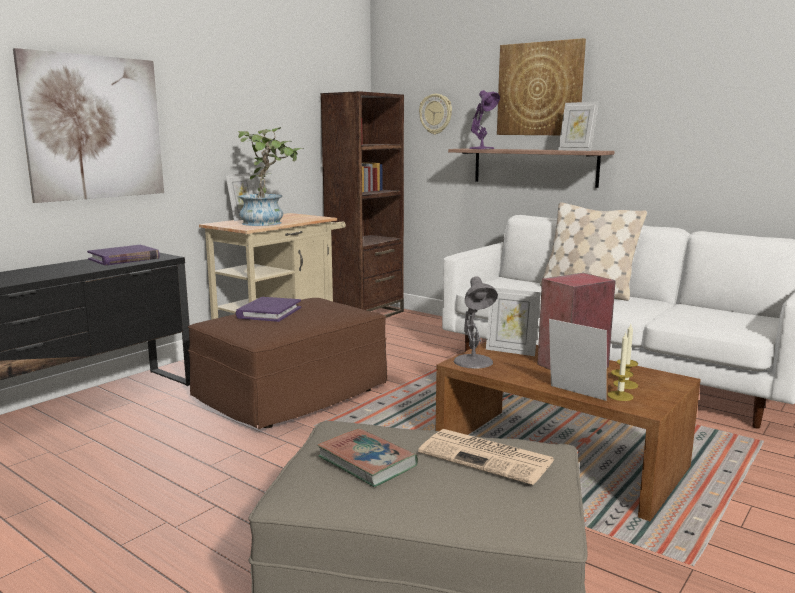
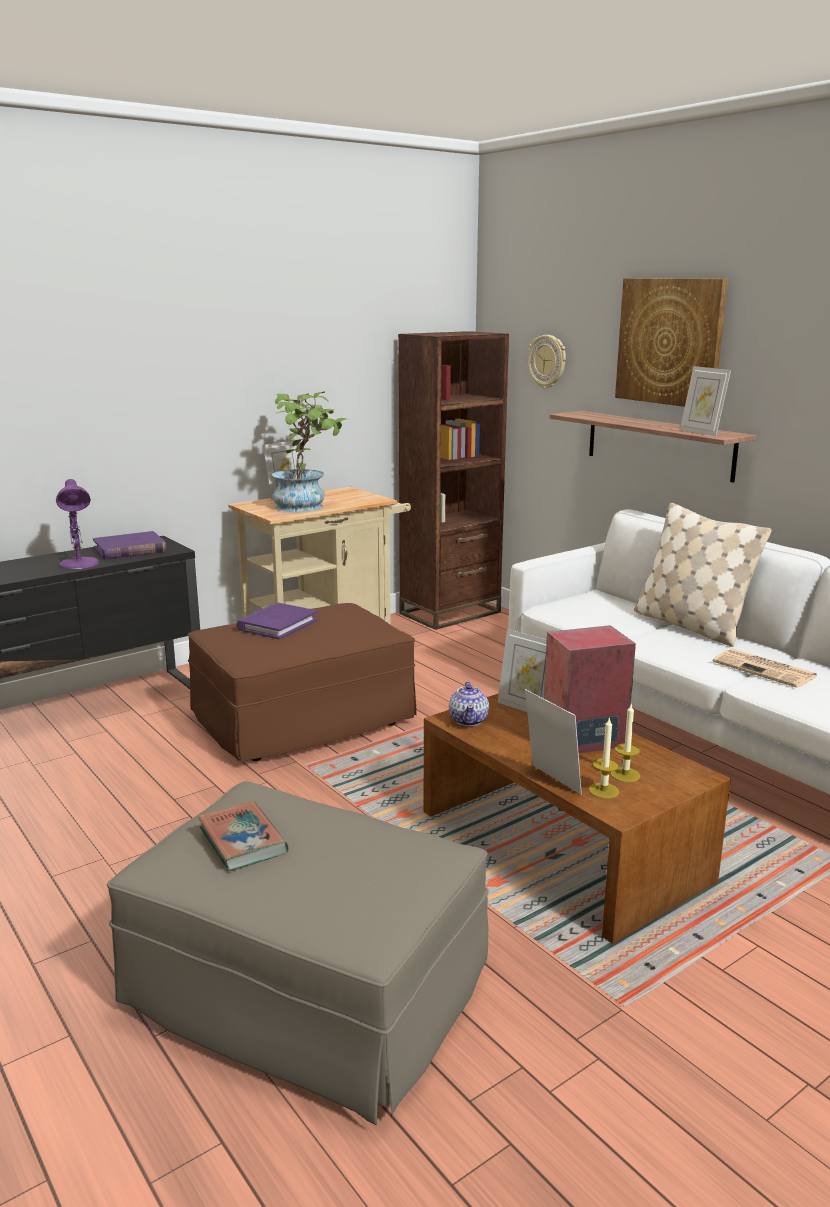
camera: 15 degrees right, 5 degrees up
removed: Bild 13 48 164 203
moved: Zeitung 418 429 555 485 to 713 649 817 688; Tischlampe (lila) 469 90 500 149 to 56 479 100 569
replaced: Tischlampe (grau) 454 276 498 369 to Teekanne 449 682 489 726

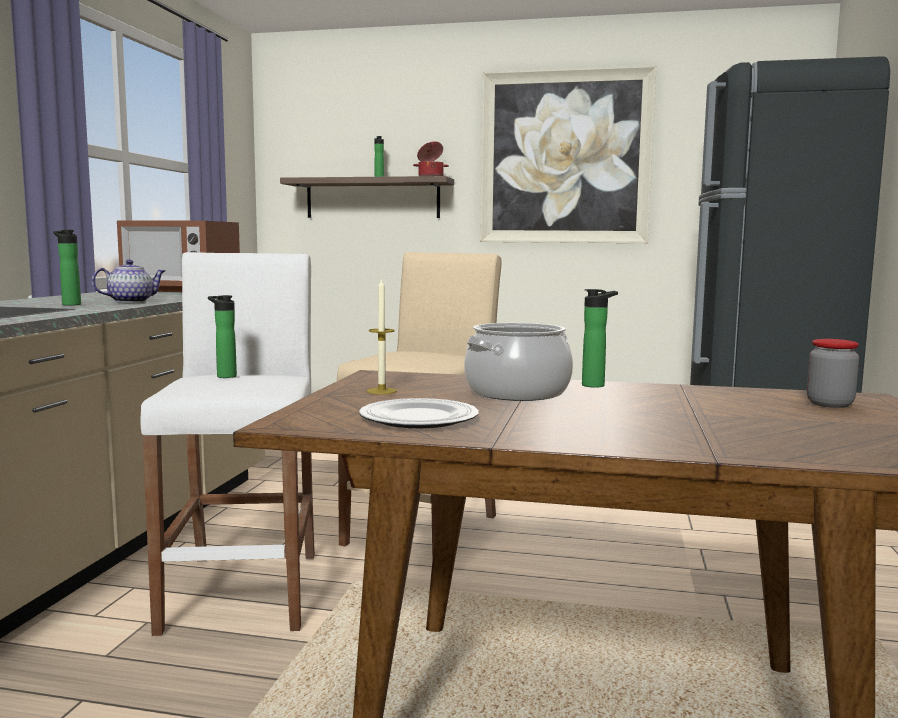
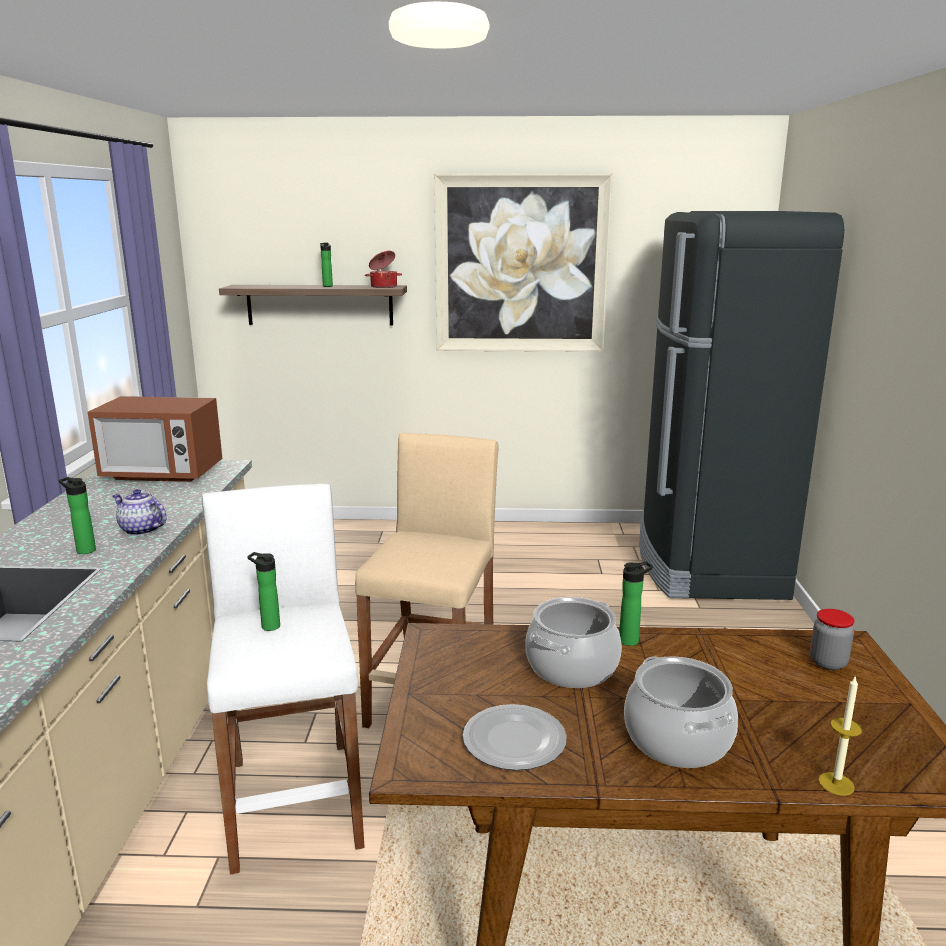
camera: 10 degrees left, 10 degrees up
added: Kochtopf 624 656 738 768
moved: Kerze 367 277 397 394 to 818 677 862 796
turned: Teekanne 92 260 165 303 = 112 489 166 536 105 degrees counterclockwise

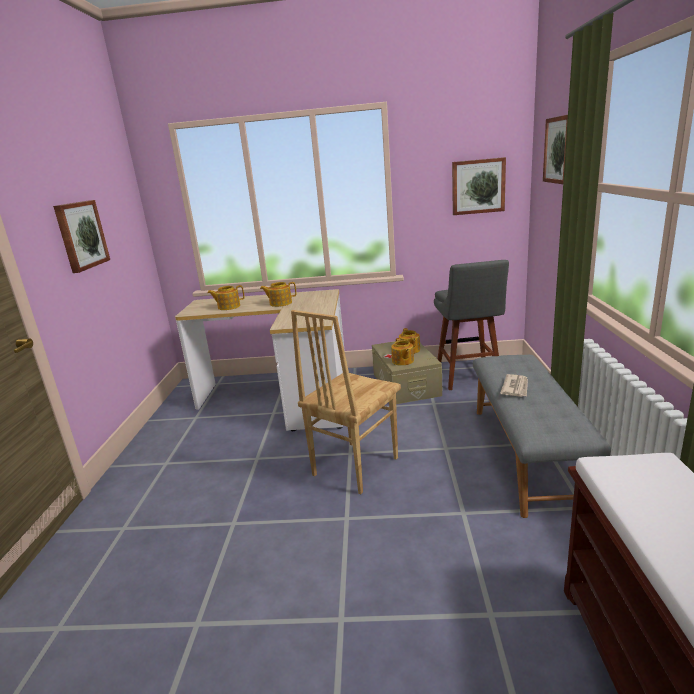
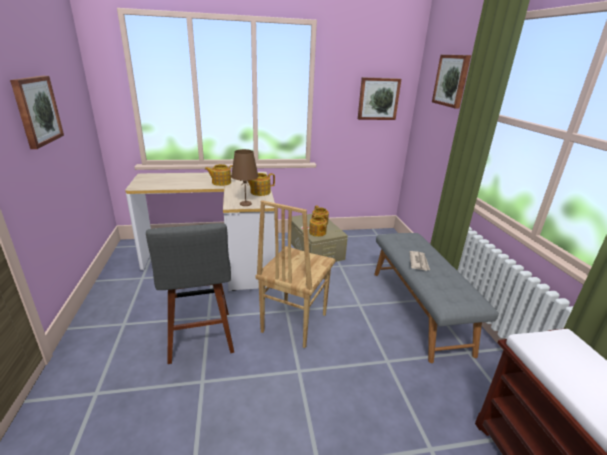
camera: 15 degrees left, 5 degrees up
added: Tischlampe (braun) 231 149 259 206
moved: Teekanne 208 285 244 310 to 248 173 275 196; Hocker (grau) 434 260 509 390 to 146 223 234 364

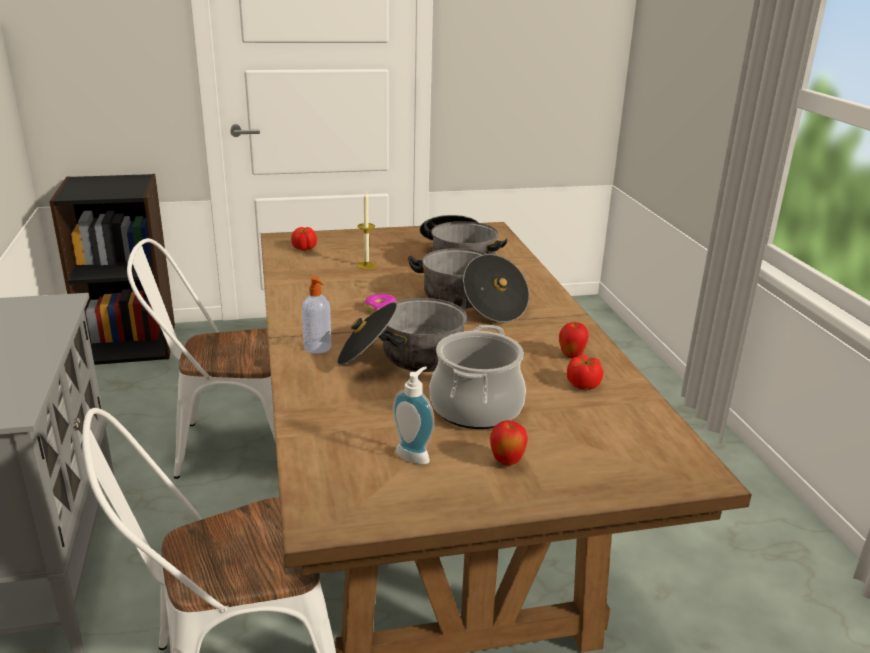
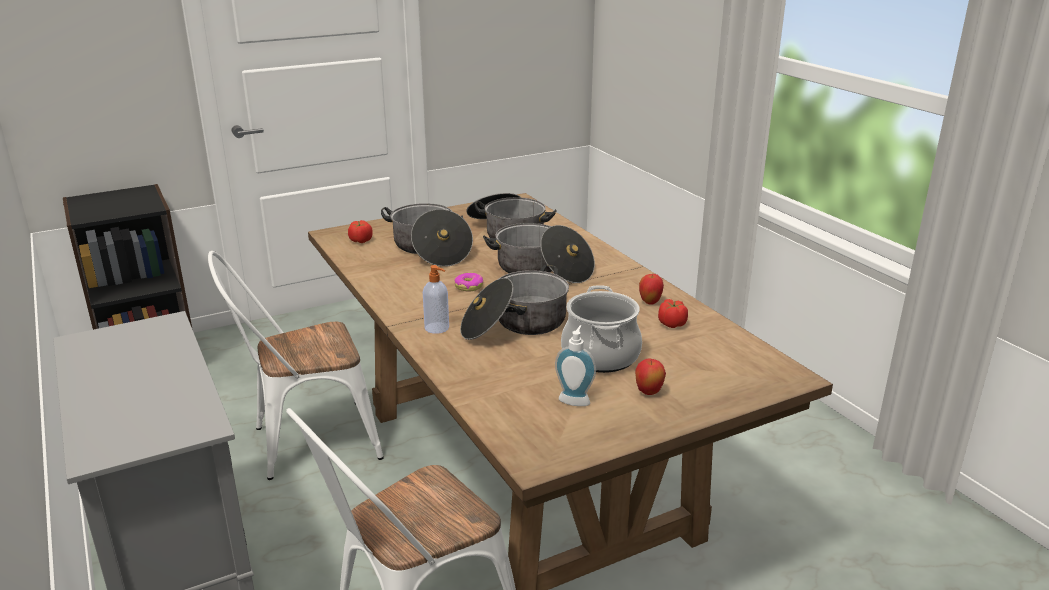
camera: 15 degrees left, 0 degrees up
replaced: Kerze 357 192 377 270 to Kochtopf 381 203 473 267

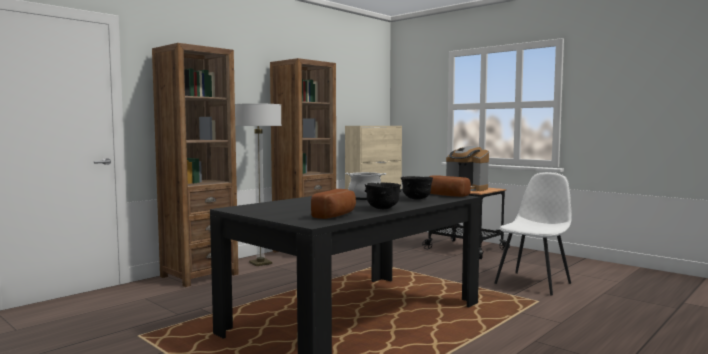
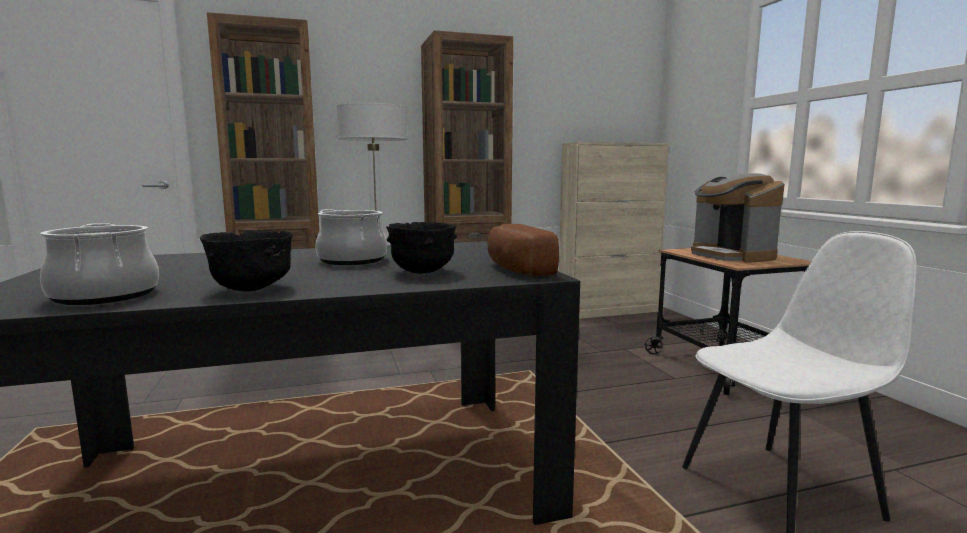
camera: 30 degrees right, 5 degrees up
replaced: Brot 311 189 356 219 to Kochtopf 40 223 159 305

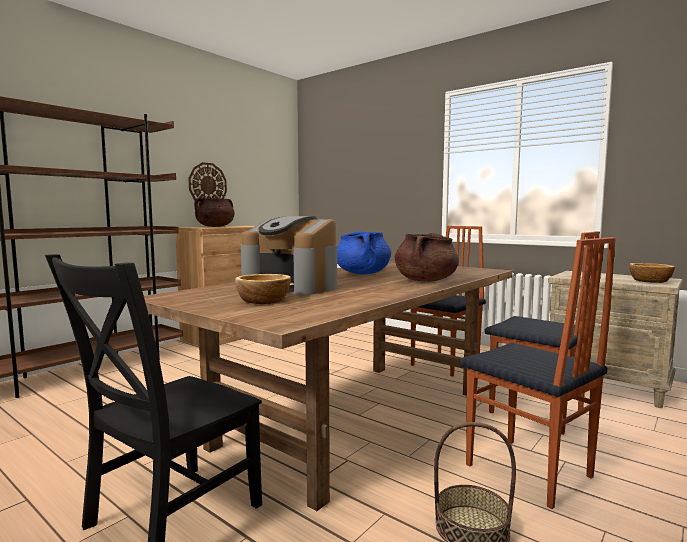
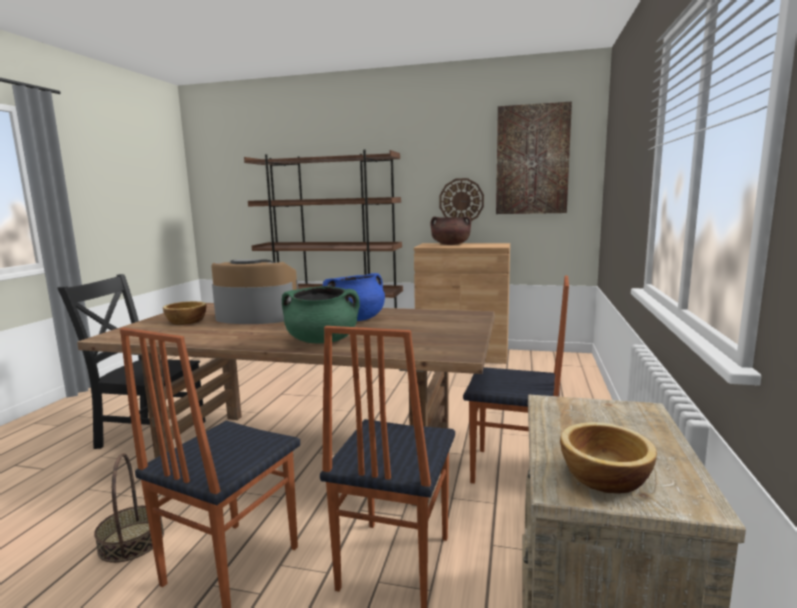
camera: 65 degrees right, 5 degrees up
added: Bild 496 101 572 214
recoloured: Kochtopf (braun) 395 233 459 282 to Kochtopf (grün) 282 286 360 343
turned: Kaffeemaschine 241 216 337 295 = 211 259 298 324 90 degrees clockwise

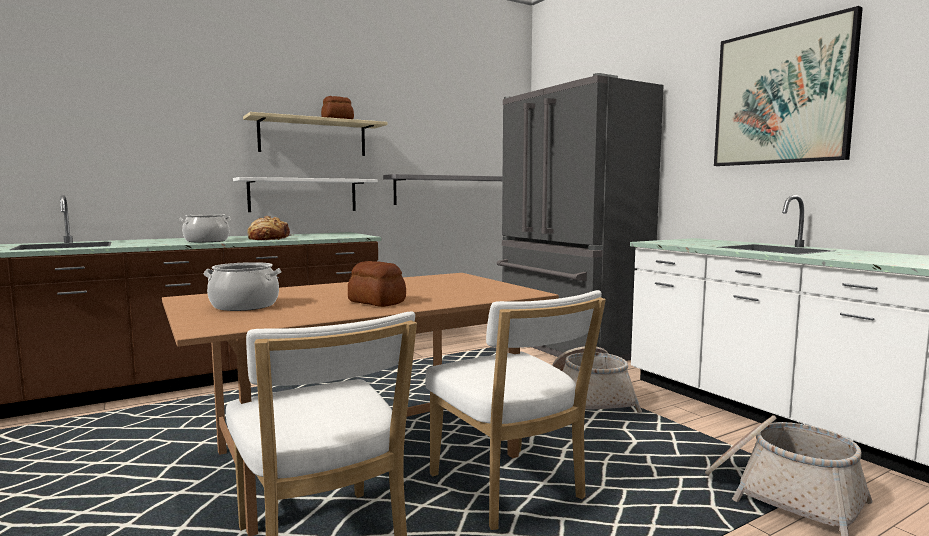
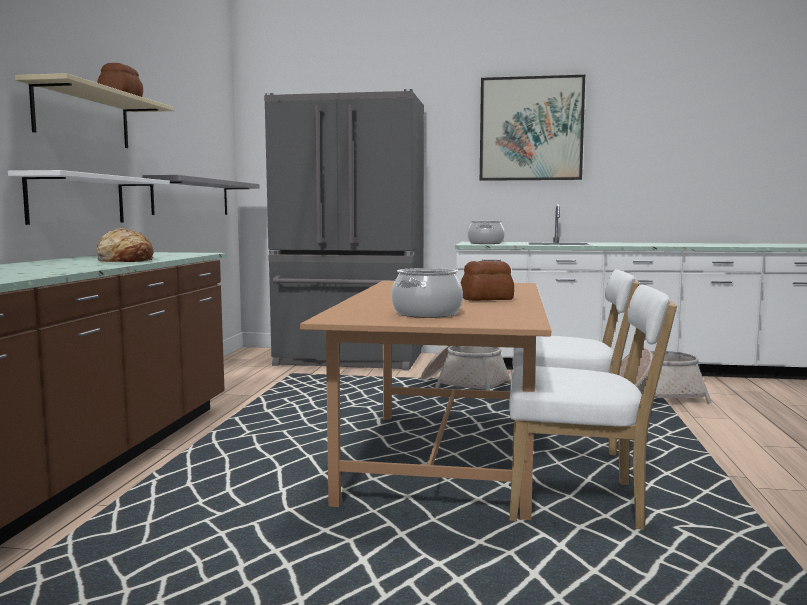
camera: 50 degrees left, 0 degrees up
moved: Kochtopf 179 214 231 242 to 468 221 505 244

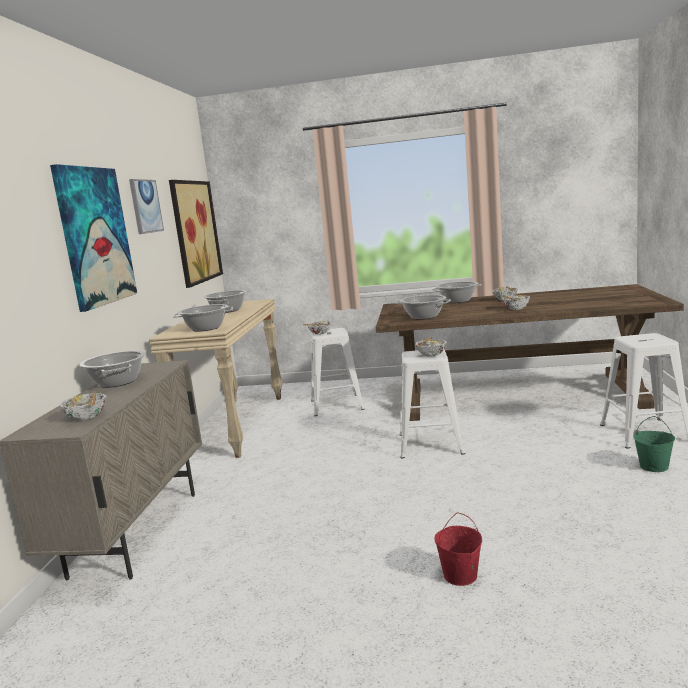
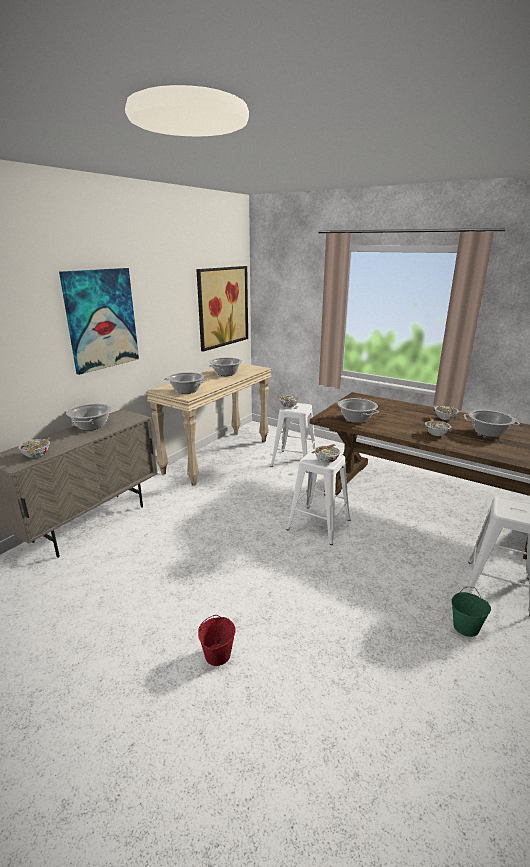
camera: 25 degrees right, 10 degrees up
removed: Bild 129 179 164 234
moved: Kochtopf 432 281 482 303 to 464 410 520 437

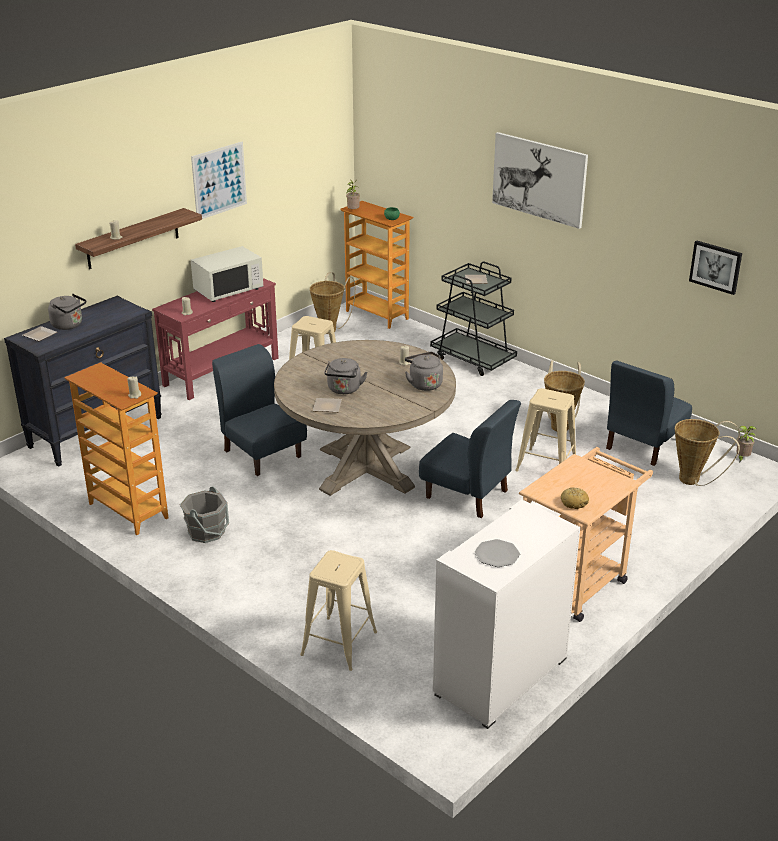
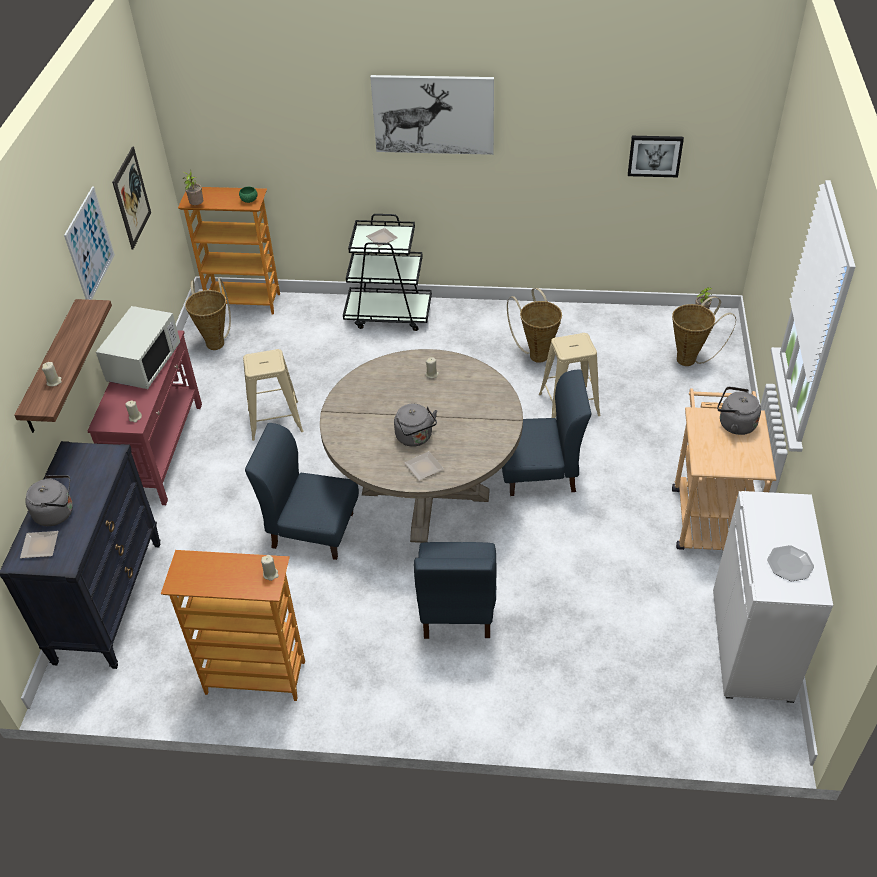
camera: 35 degrees left, 15 degrees up
removed: Eimer (grau) 180 486 229 543; Hocker (beige) 300 550 377 671; Brot 561 488 589 509
added: Bild 112 146 151 250
moved: Wasserkessel (grau) 405 352 443 391 to 717 386 761 435; Stuhl (blau) 606 360 692 466 to 414 542 497 639

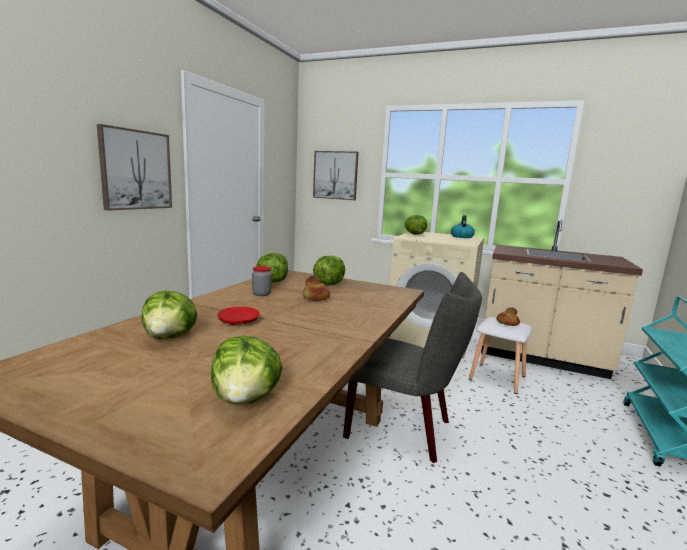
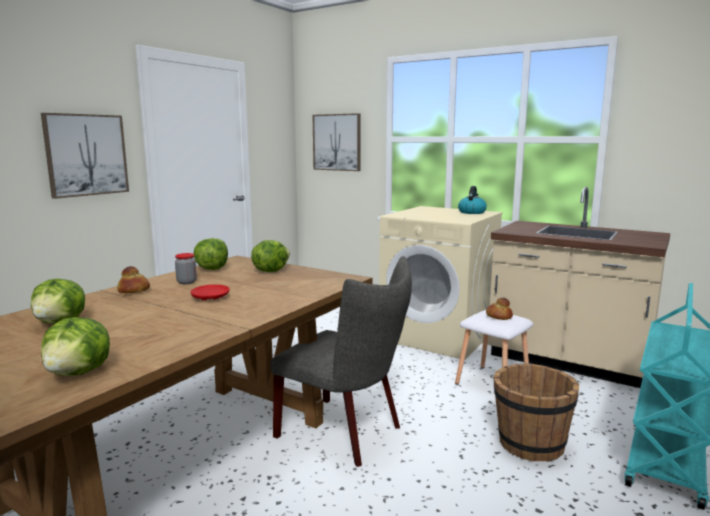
camera: 10 degrees right, 0 degrees up
removed: Salatkopf 405 215 427 235
added: Eimer (braun) 493 364 579 462
moved: Teller (rot) 217 307 260 325 to 190 284 230 300; Brot 302 276 330 301 to 117 266 150 293

